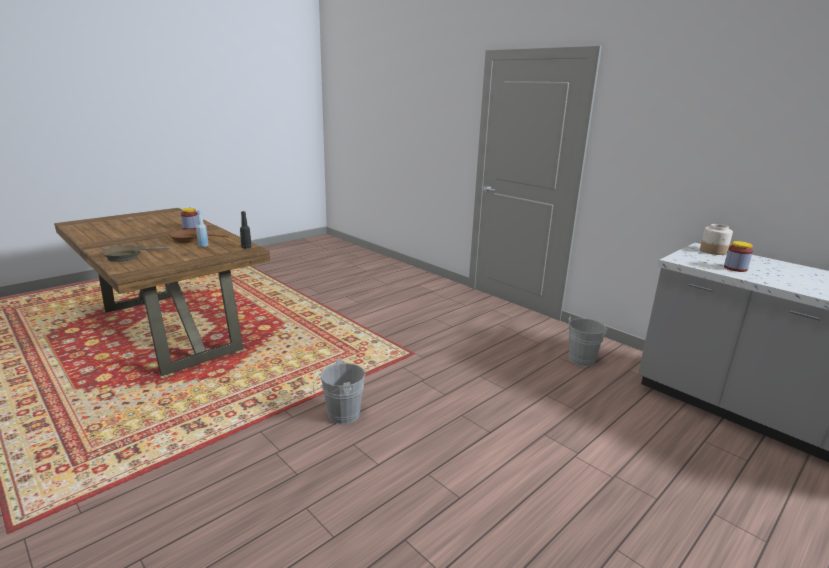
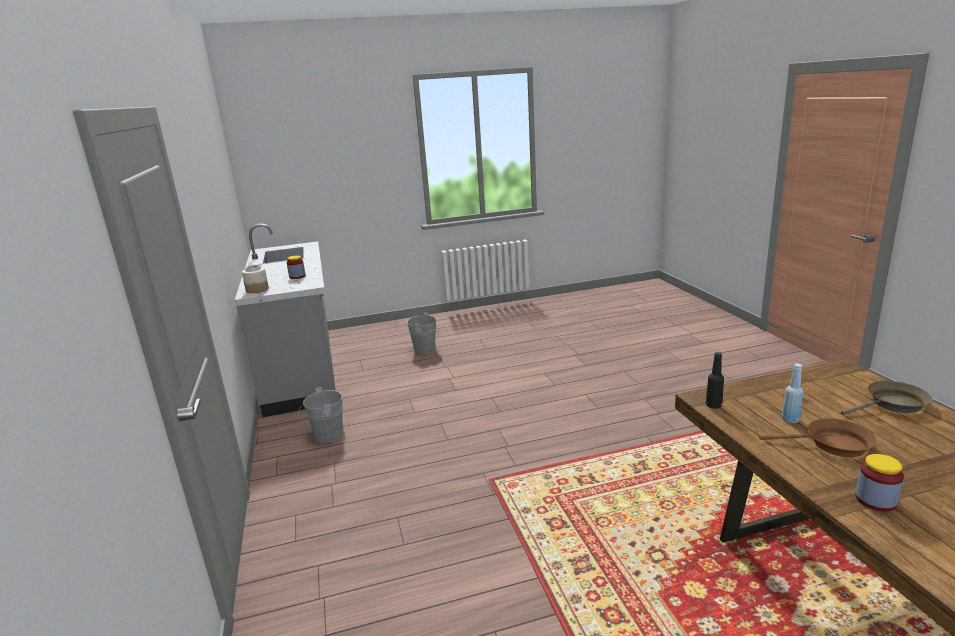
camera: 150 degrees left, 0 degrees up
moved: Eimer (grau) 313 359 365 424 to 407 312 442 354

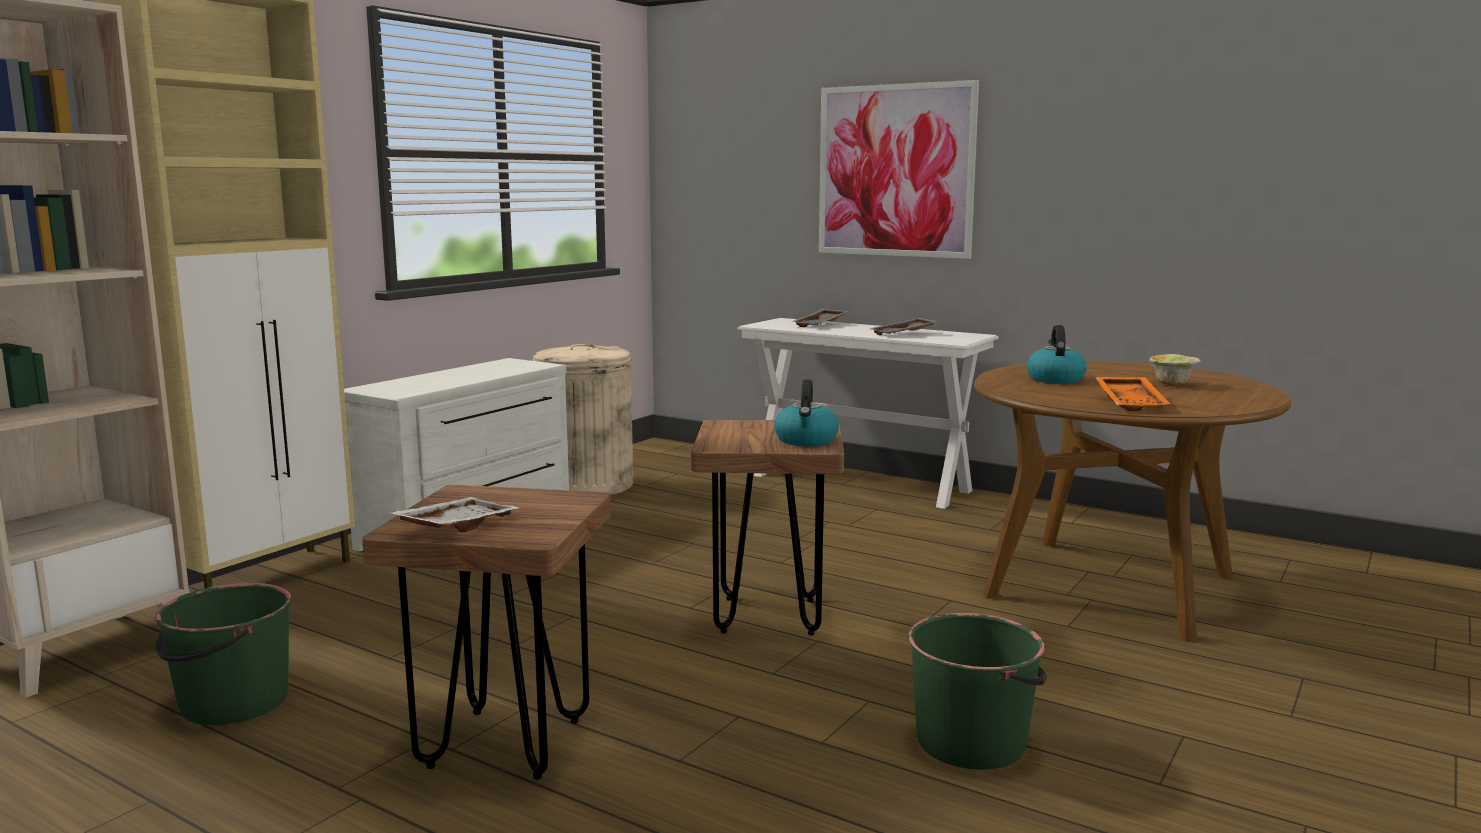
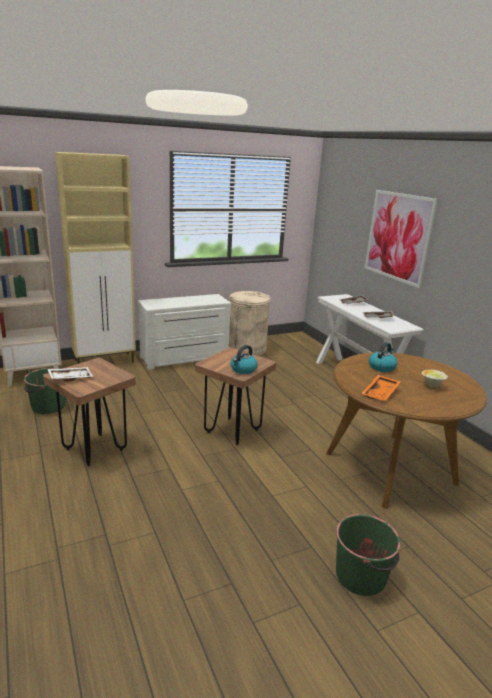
camera: 30 degrees right, 10 degrees up
moved: Eimer (grün) 908 613 1047 770 to 336 514 400 596

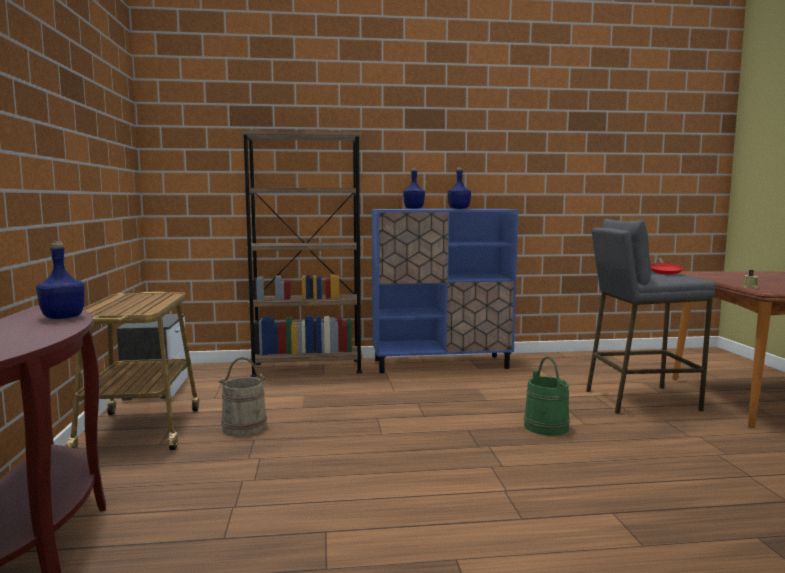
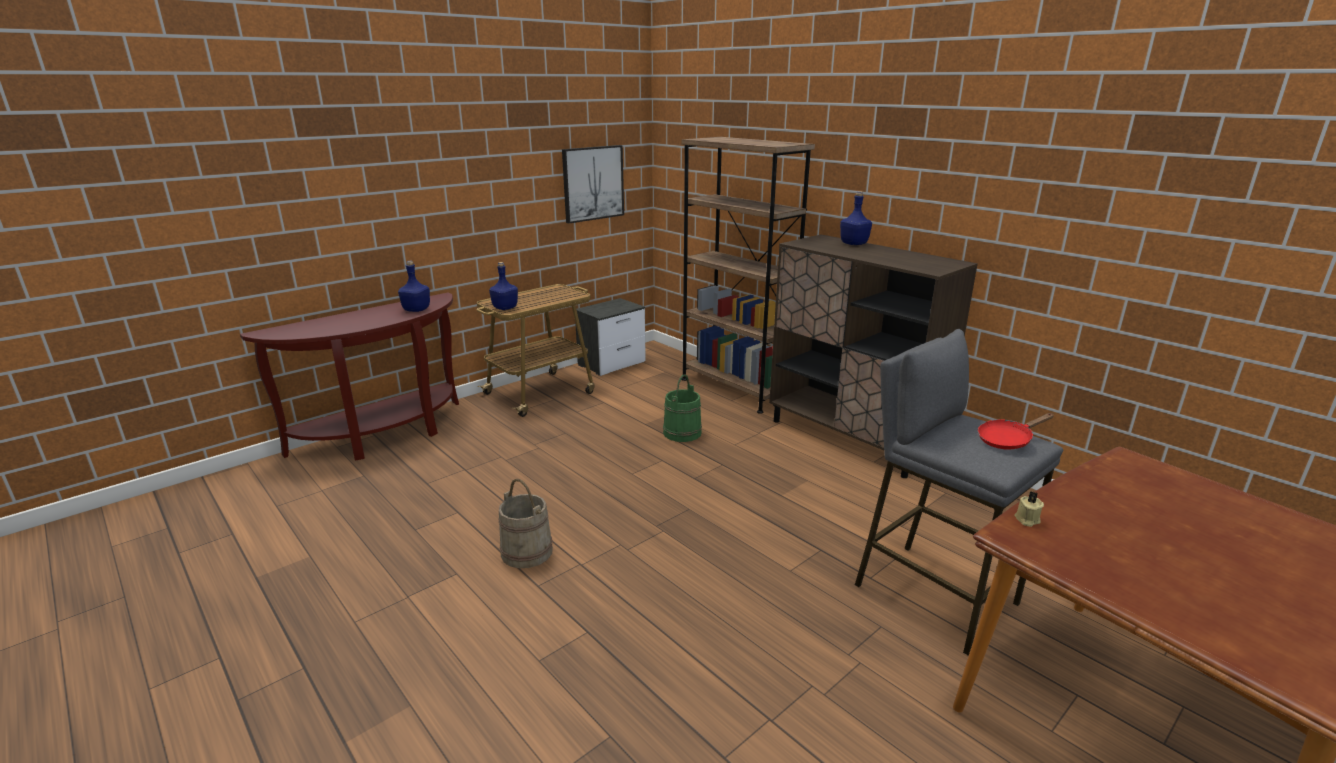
camera: 55 degrees right, 15 degrees up
added: Bild 562 145 624 224
moved: Eimer (beige) 218 357 267 437 to 499 479 553 569; Flasche (blau) 448 167 471 209 to 489 262 518 310; Eimer (grün) 524 356 570 435 to 663 374 702 442
recoloured: Schrank (blau) 372 209 518 373 to Schrank (braun) 769 234 978 478

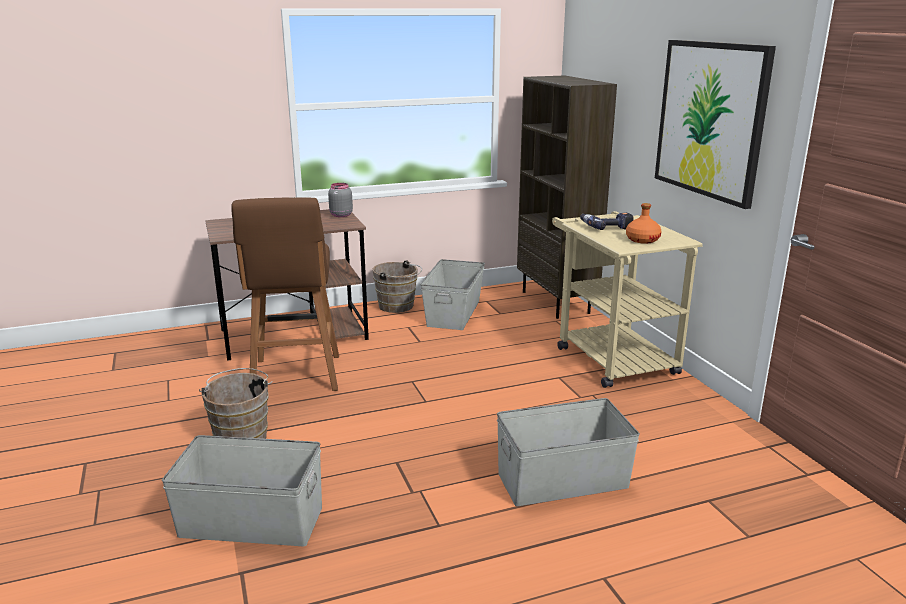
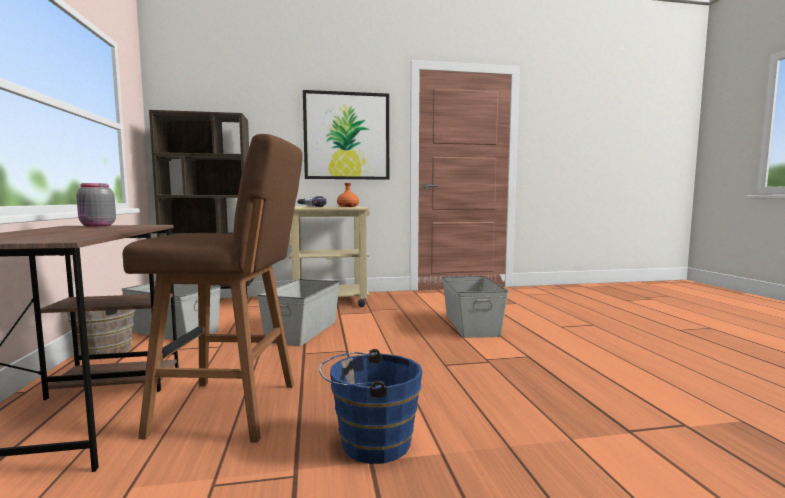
camera: 80 degrees left, 15 degrees down
moved: Aufbewahrungsbox (grau) 162 435 322 546 to 257 279 340 346
recoloured: Eimer (braun) 199 368 273 439 to Eimer (blau) 319 349 423 464

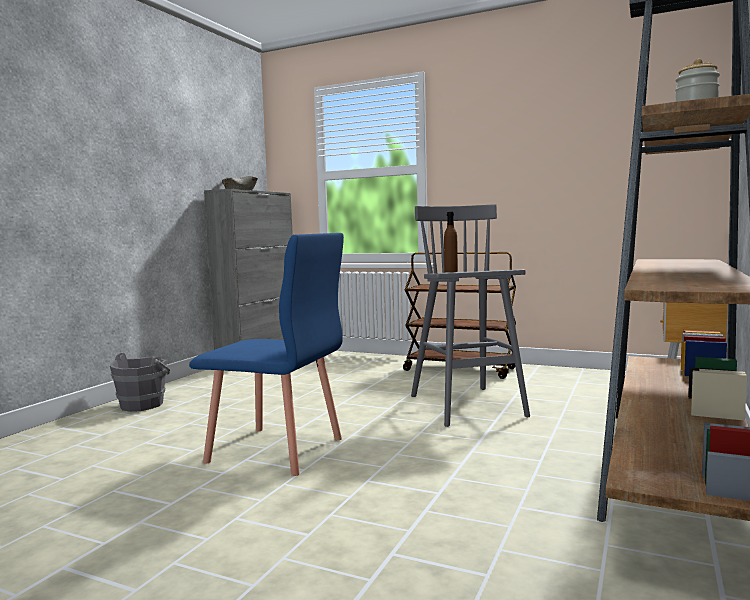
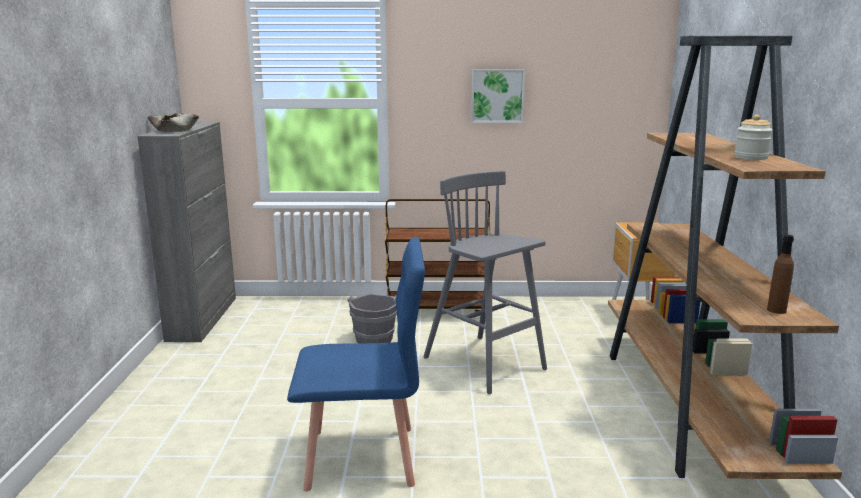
camera: 25 degrees left, 10 degrees up
added: Bild 471 69 525 123
moved: Eimer (grau) 110 353 170 412 to 347 294 397 343; Flasche (braun) 444 212 458 272 to 767 235 794 314

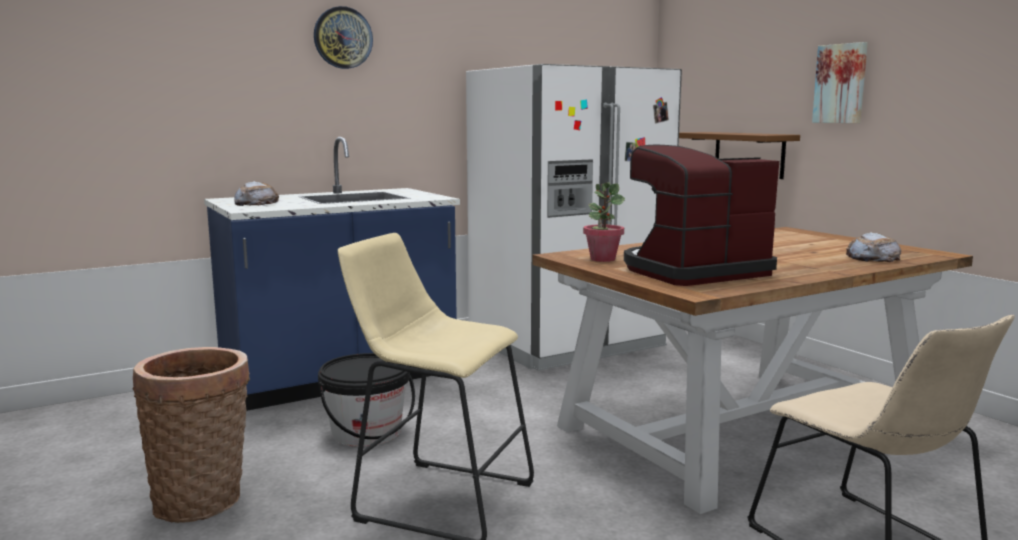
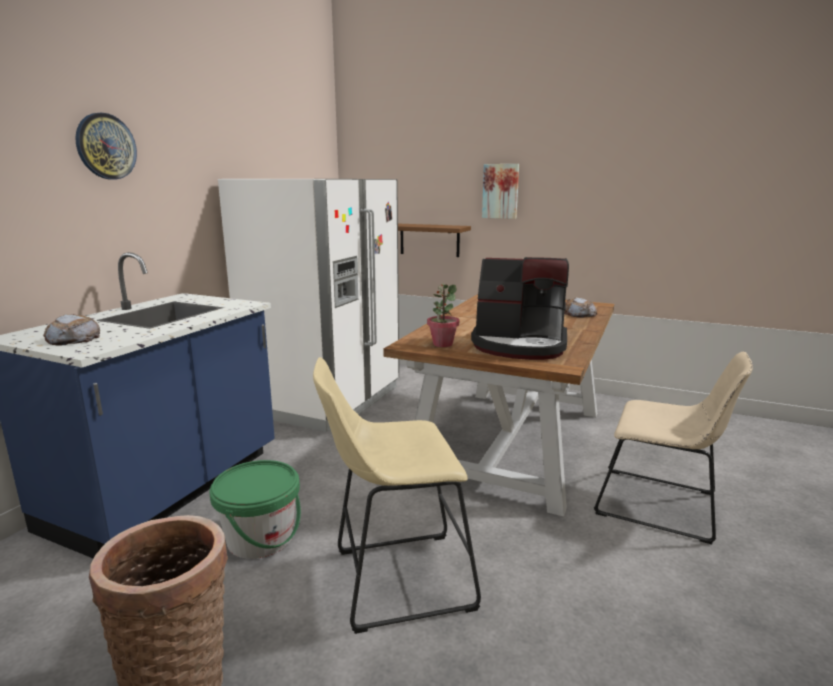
camera: 35 degrees left, 5 degrees up
recoloured: Eimer (schwarz) 318 353 415 447 to Eimer (grün) 209 460 301 559
turned: Kaffeemaschine 624 145 779 286 = 471 257 569 360 105 degrees counterclockwise

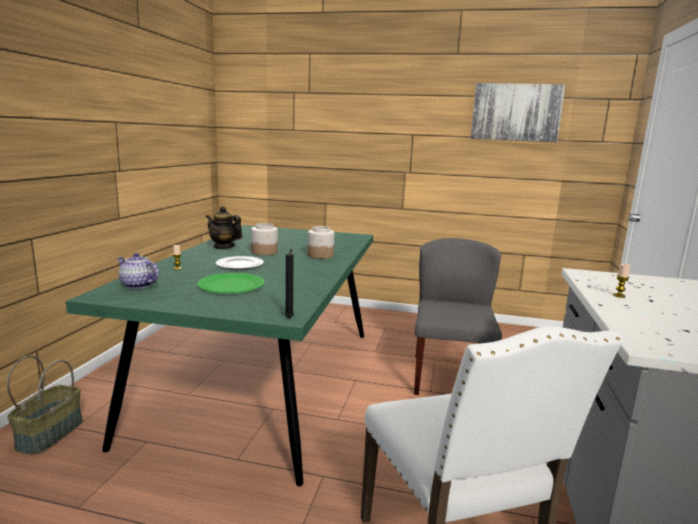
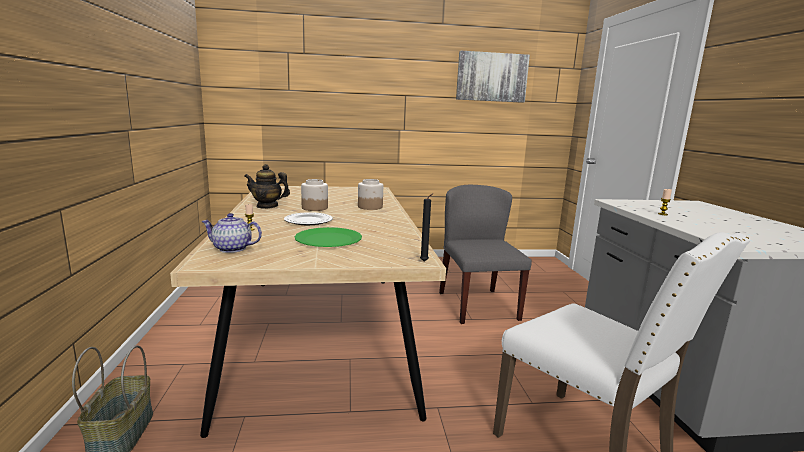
camera: 20 degrees left, 0 degrees up
recoloured: Esstisch (grün) 66 225 373 486 to Esstisch (beige) 170 186 446 438

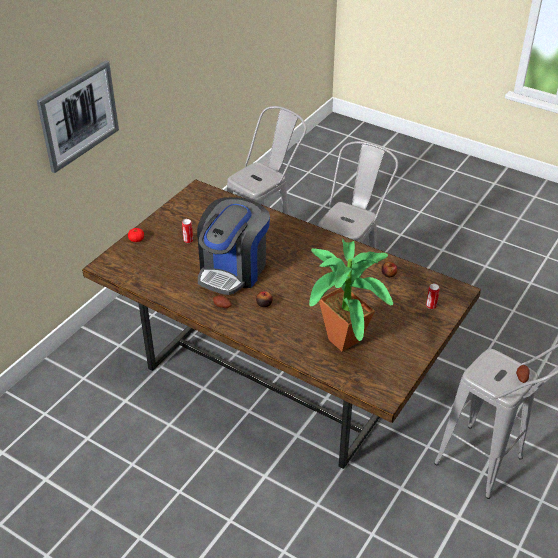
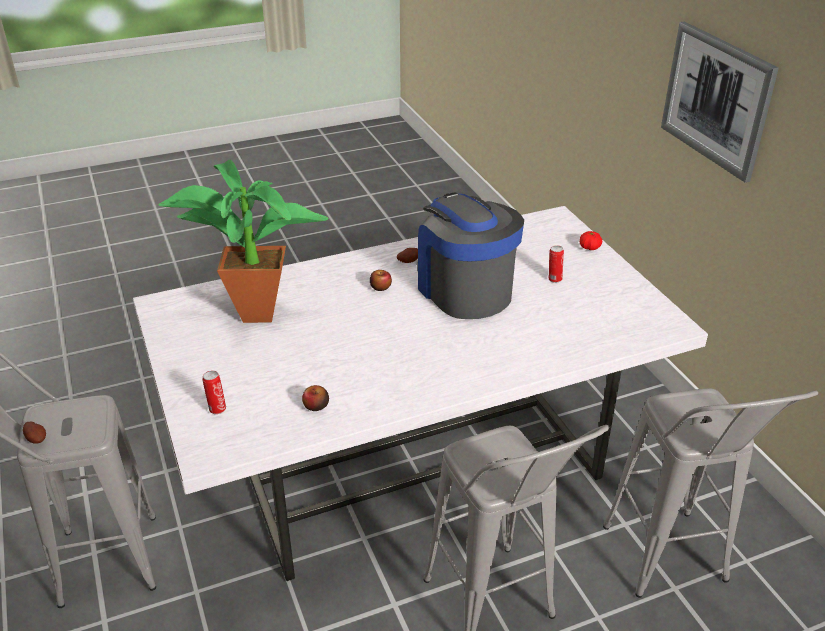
camera: 125 degrees right, 5 degrees down
recoloured: Esstisch (braun) 82 179 481 469 to Esstisch (weiß) 133 206 708 581

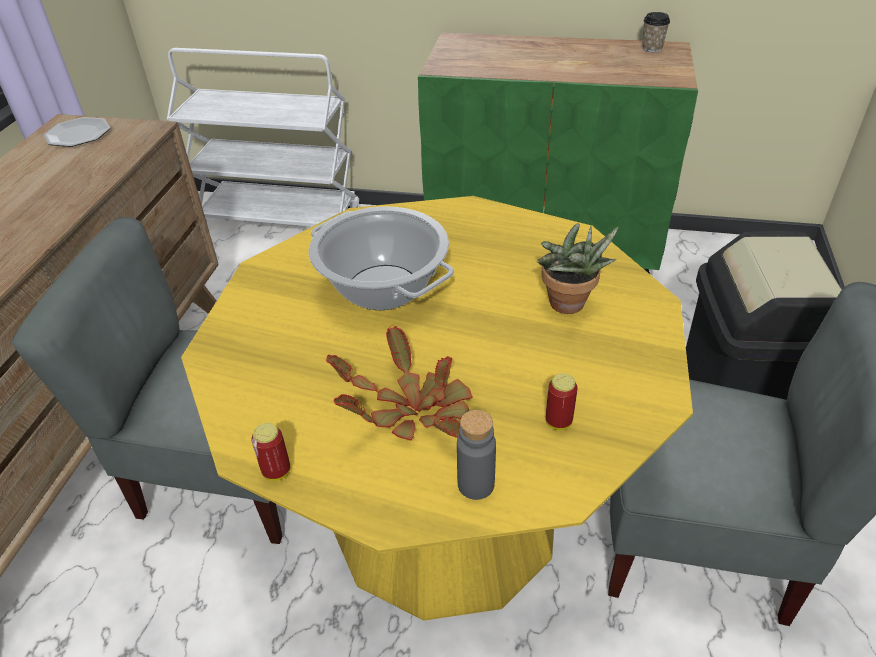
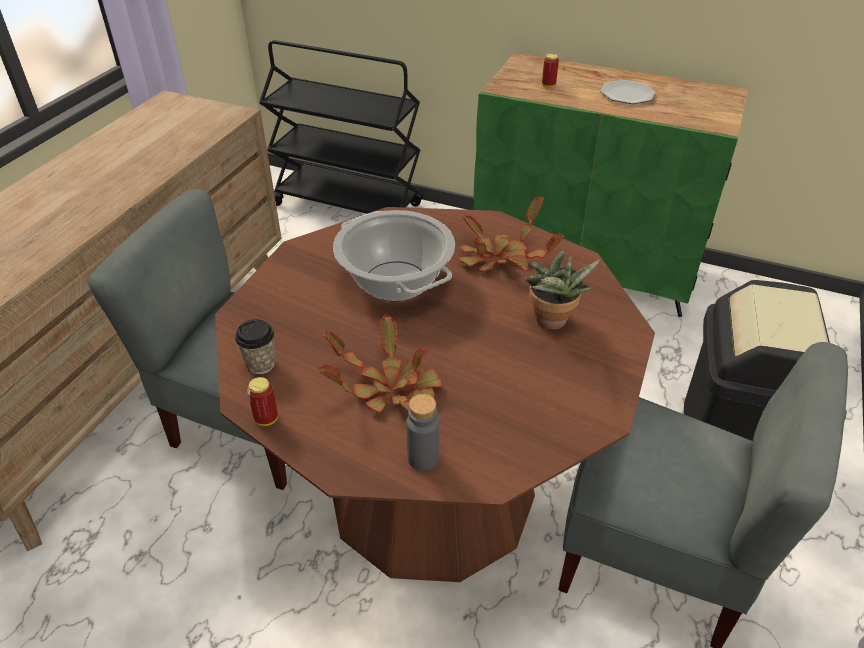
camera: 10 degrees right, 0 degrees up
added: Topfpflanze 458 196 565 272
moved: Teller 44 117 110 147 to 600 80 656 104; Dose 546 373 578 430 to 542 54 559 88; Tasse 642 12 670 52 to 235 319 275 374
recoloured: Rollwagen (weiß) 167 48 359 227 to Rollwagen (schwarz) 259 40 423 214; Esstisch (gelb) 181 196 693 621 to Esstisch (braun) 215 207 655 582

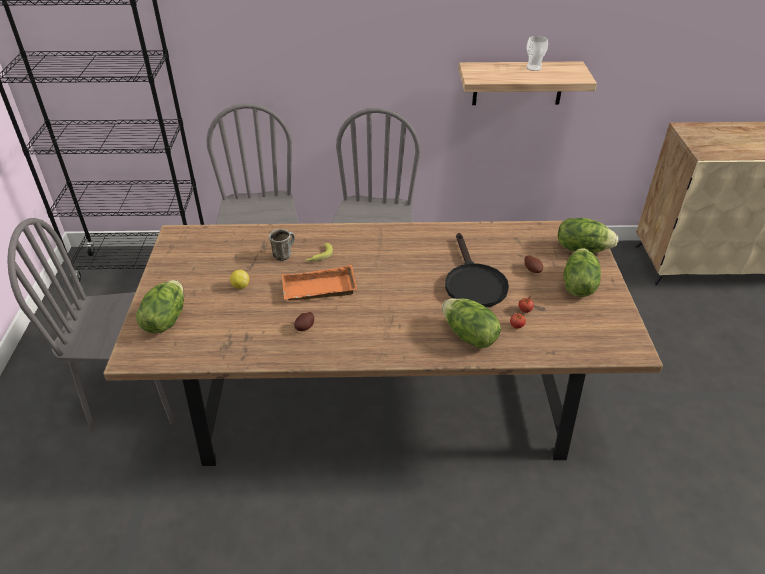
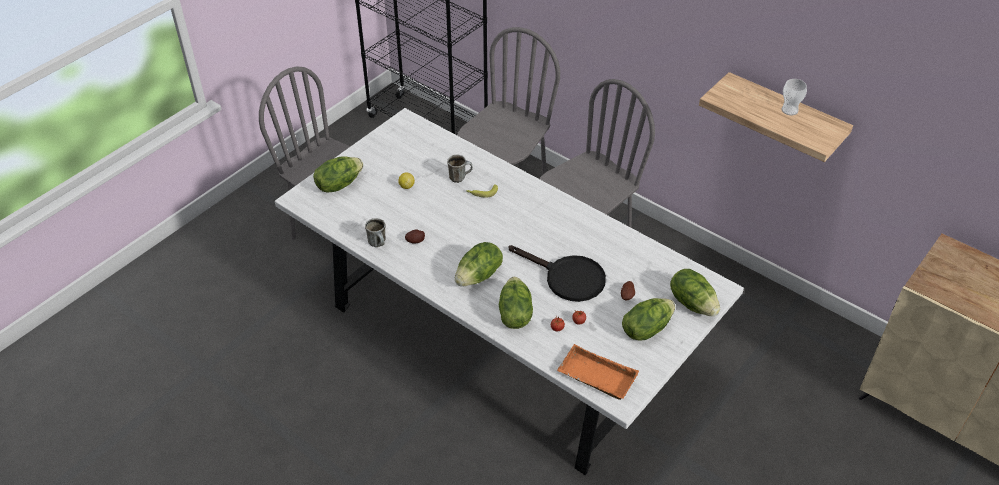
camera: 40 degrees right, 5 degrees up
added: Henkelbecher 365 218 386 247; Salatkopf 455 242 503 286
moved: Tablett (orange) 281 265 357 301 to 557 344 639 400
recoloured: Esstisch (braun) 104 220 663 466 to Esstisch (weiß) 275 108 744 475
turned: Pfanne (schwarz) 445 233 509 307 = 509 245 606 302 90 degrees counterclockwise

